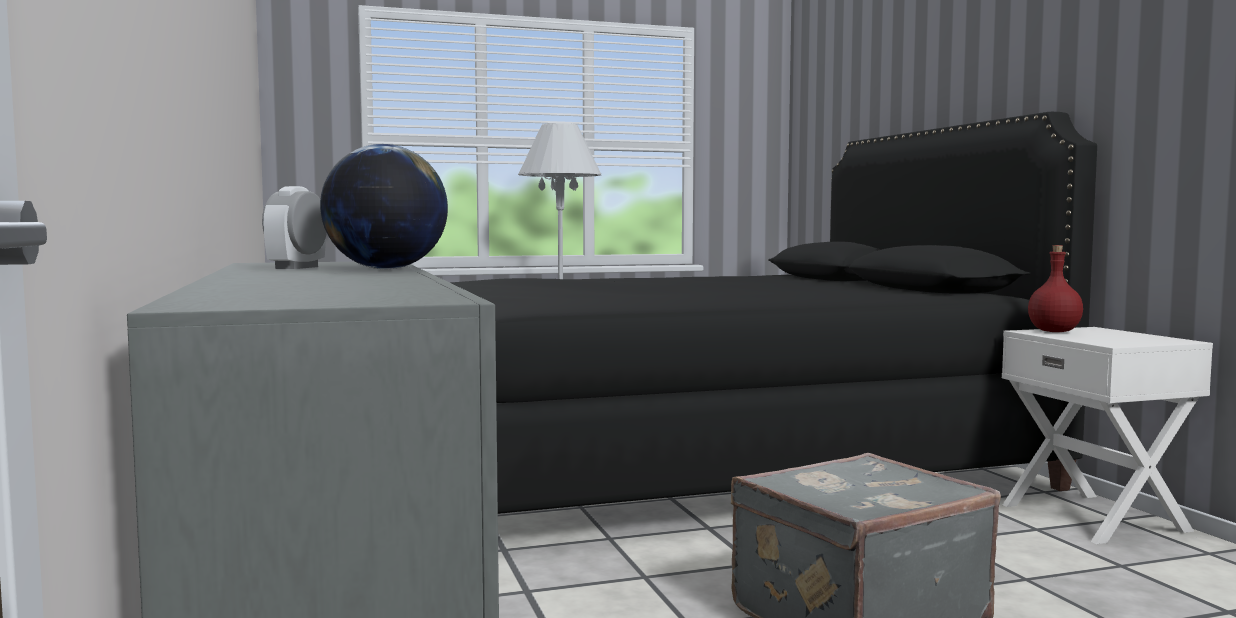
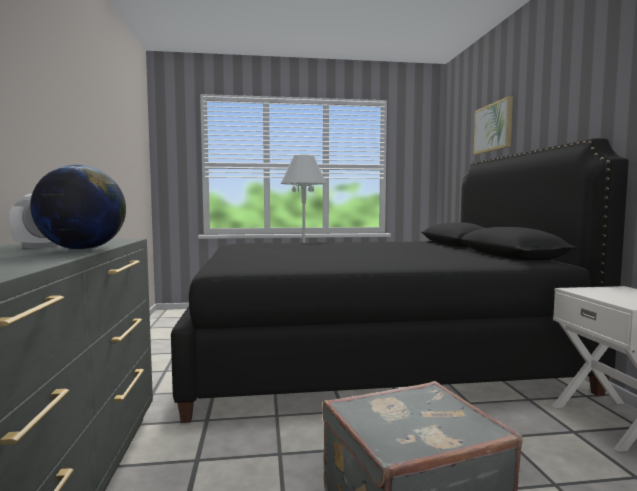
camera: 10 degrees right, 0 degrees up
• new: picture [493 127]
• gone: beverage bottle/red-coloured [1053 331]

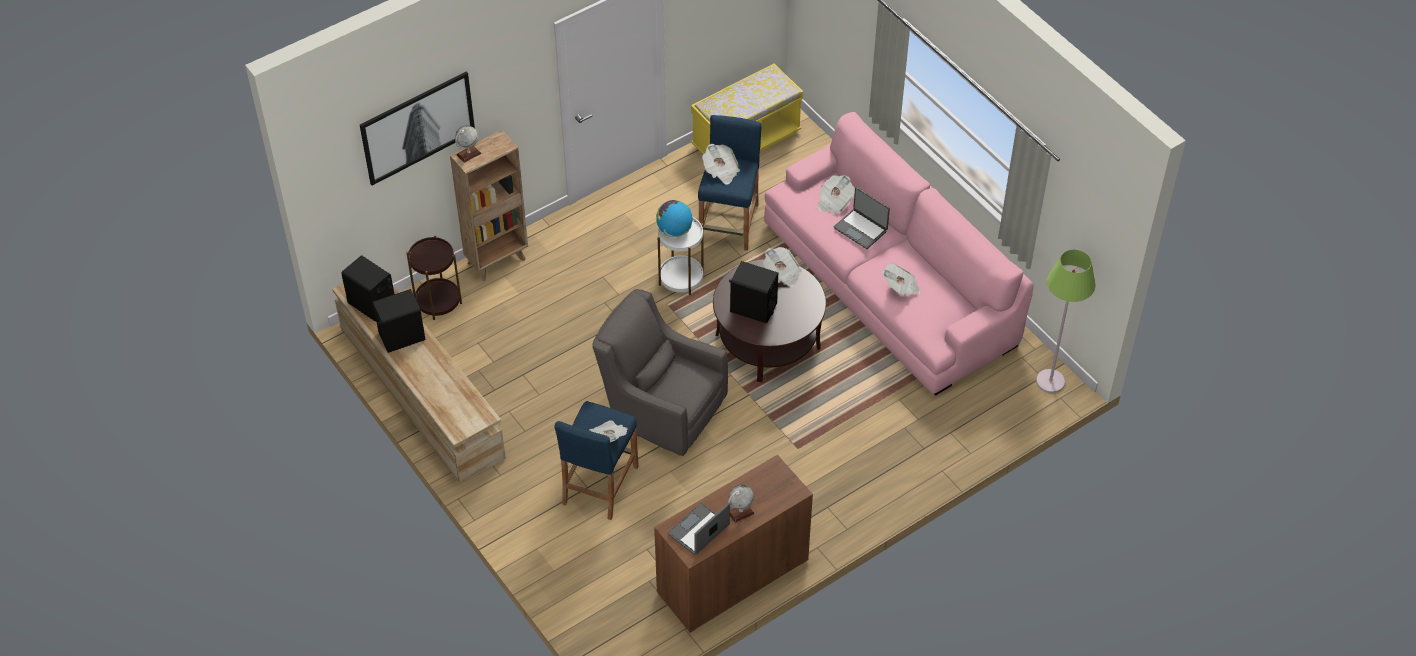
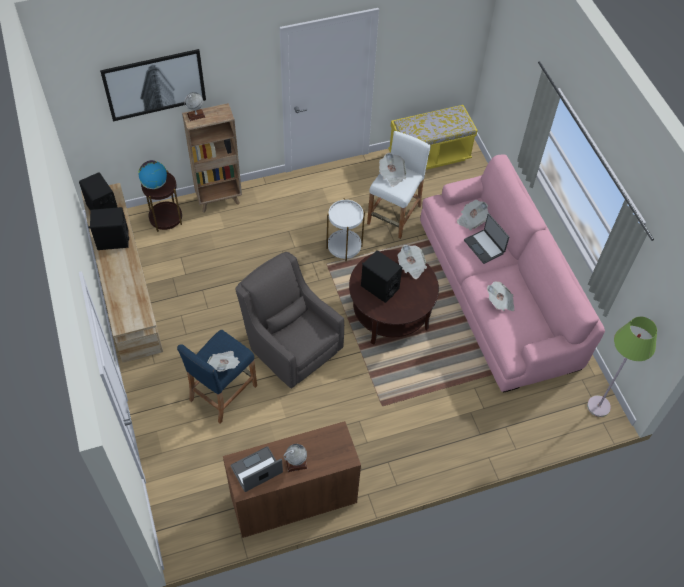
camera: 15 degrees right, 5 degrees up
• shifted: desk globe [674 230] to [154 184]
• repainted: stool seat/blue [729 223] to stool seat/whitish [394 215]

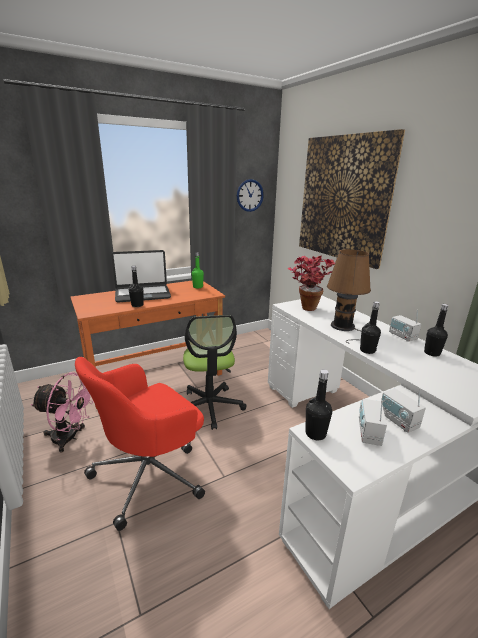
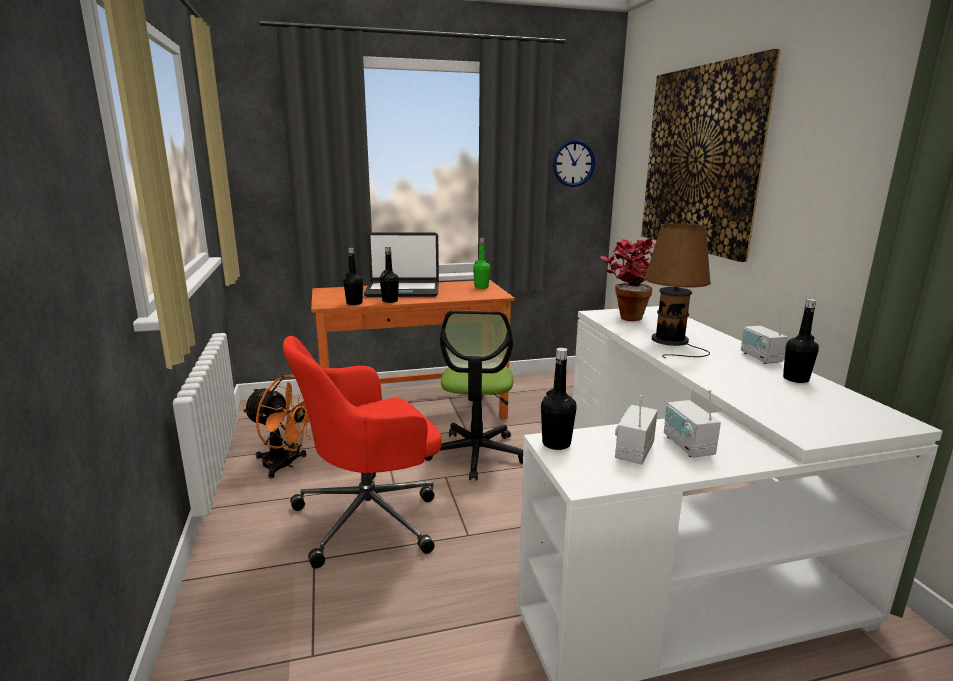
camera: 15 degrees right, 5 degrees down
• repainted: fan/pinkish [70 438] to fan/orange [285 465]
• shifted: beverage bottle/black-coloured [367 350] to [354 303]

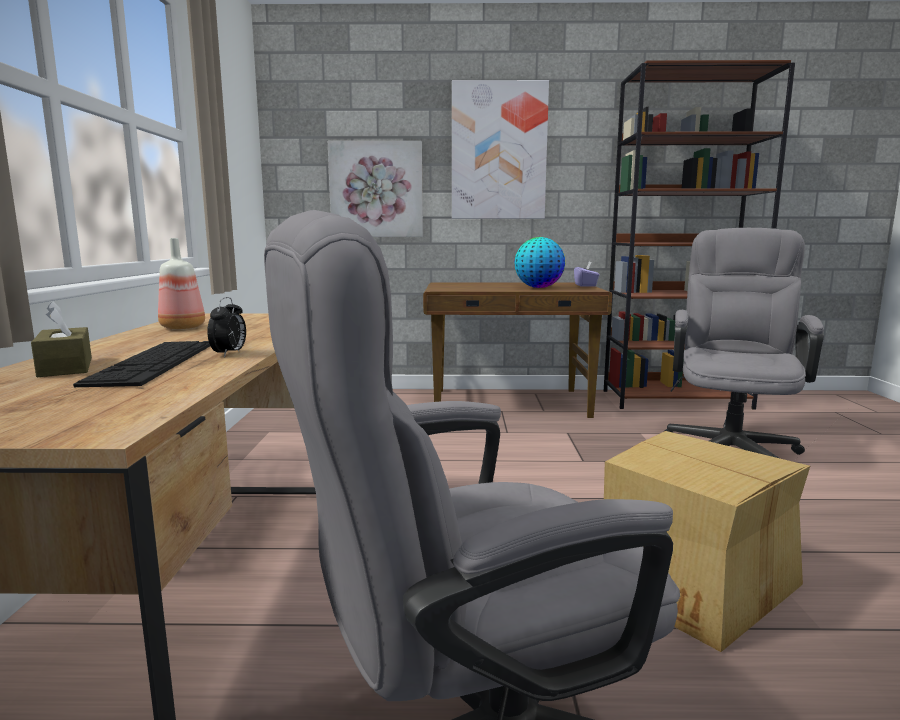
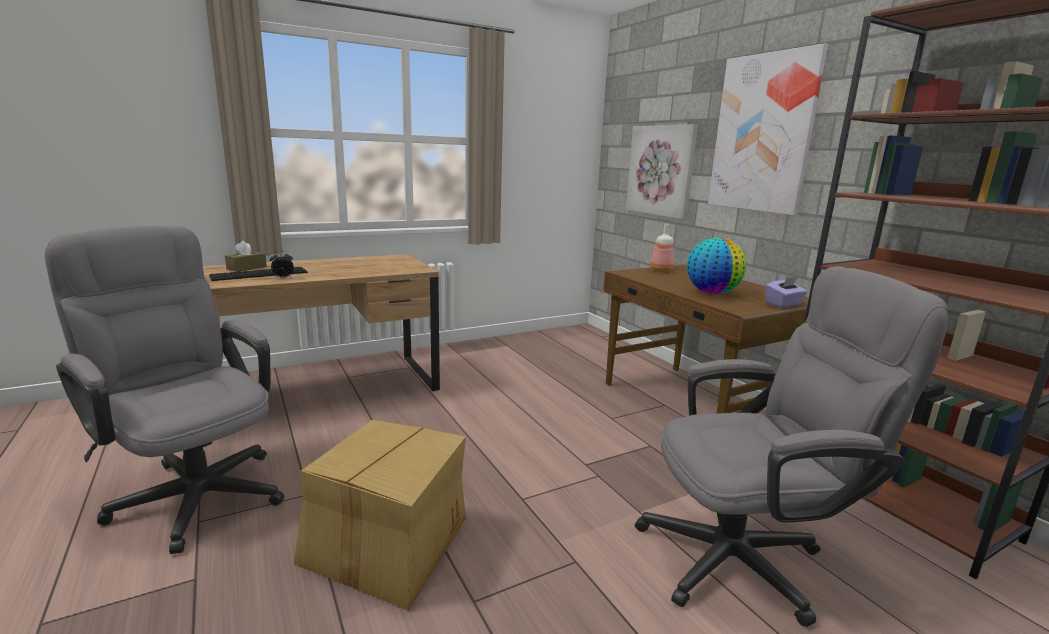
camera: 60 degrees right, 5 degrees up
• shifted: beverage bottle [183 327] to [662 270]

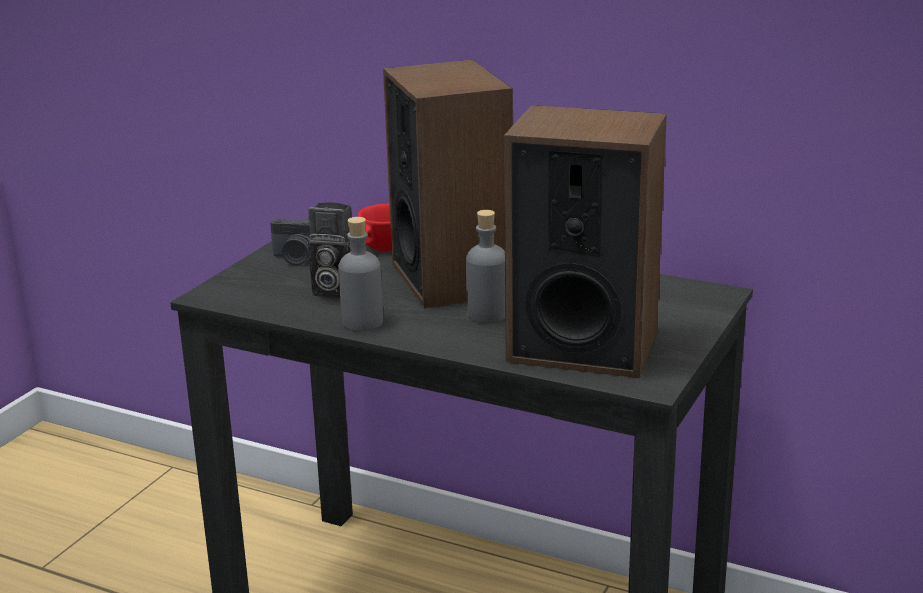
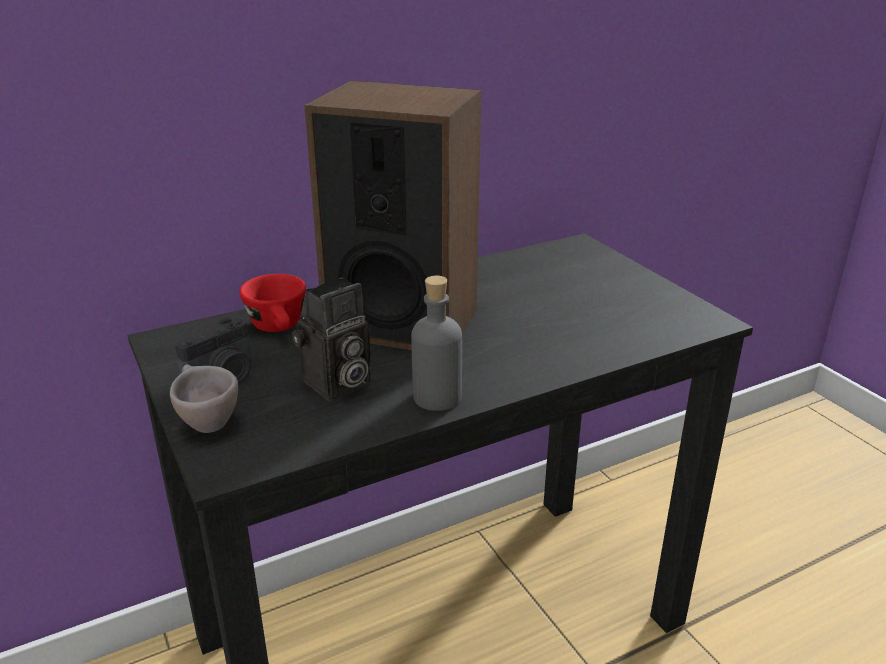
camera: 55 degrees left, 5 degrees up
• new: drinking cup/sand-coloured [205 422]
• gone: beverage bottle/greyish [487 315]
• gone: speaker [582 346]

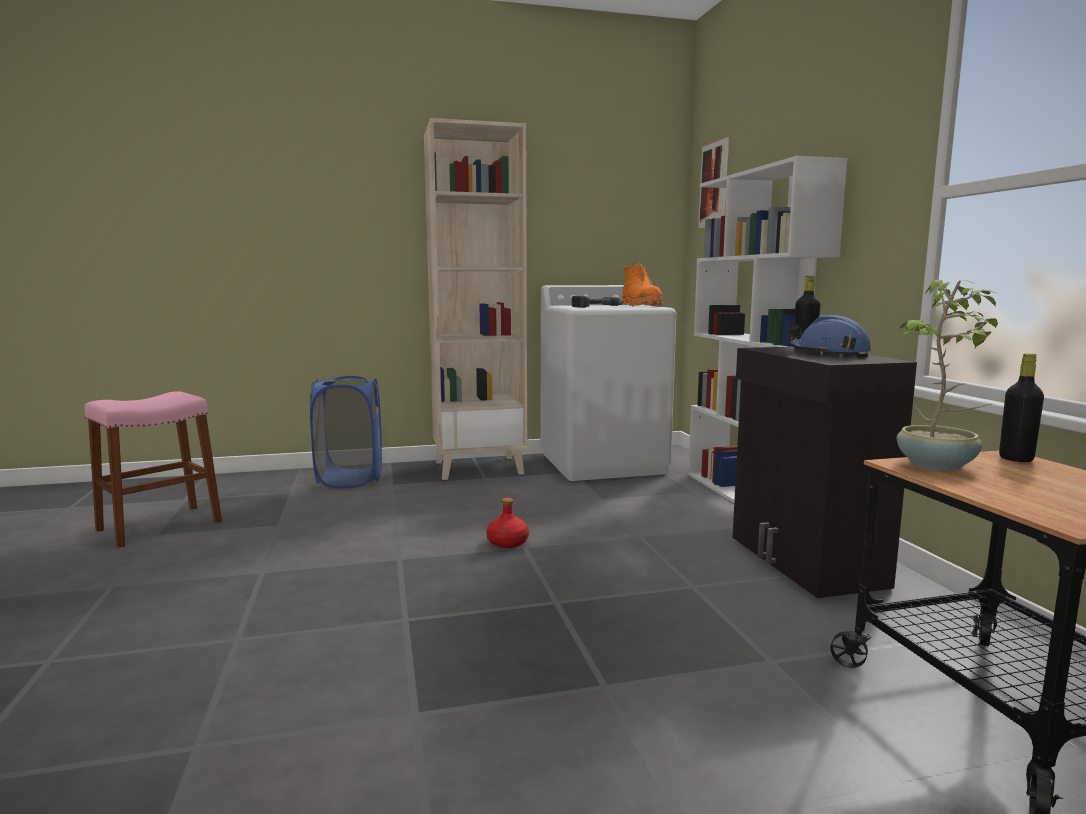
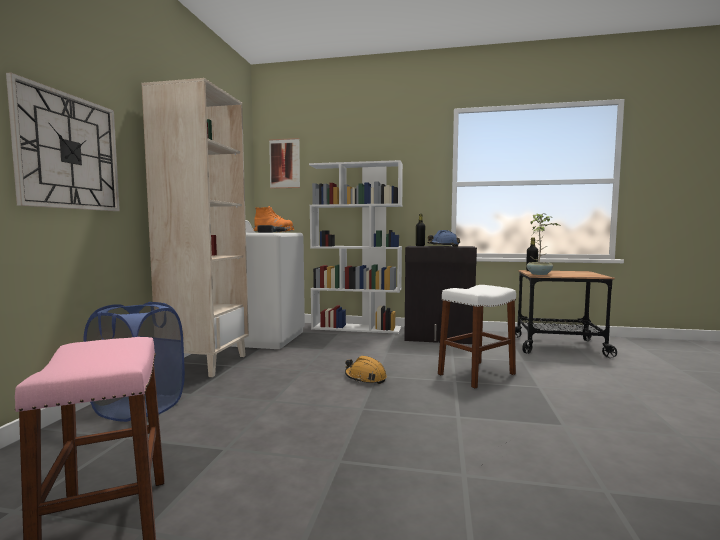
camera: 65 degrees left, 5 degrees down
• new: clock on the wall [69 152]
• swapped: beverage bottle/red-coloured [507 543] to hard hat/orange [365 378]
• new: stool seat/whitish [476 374]

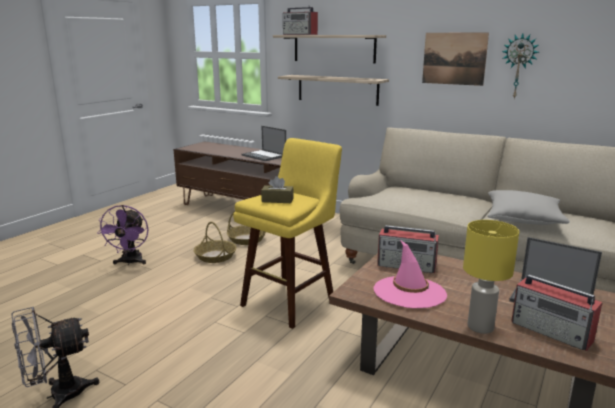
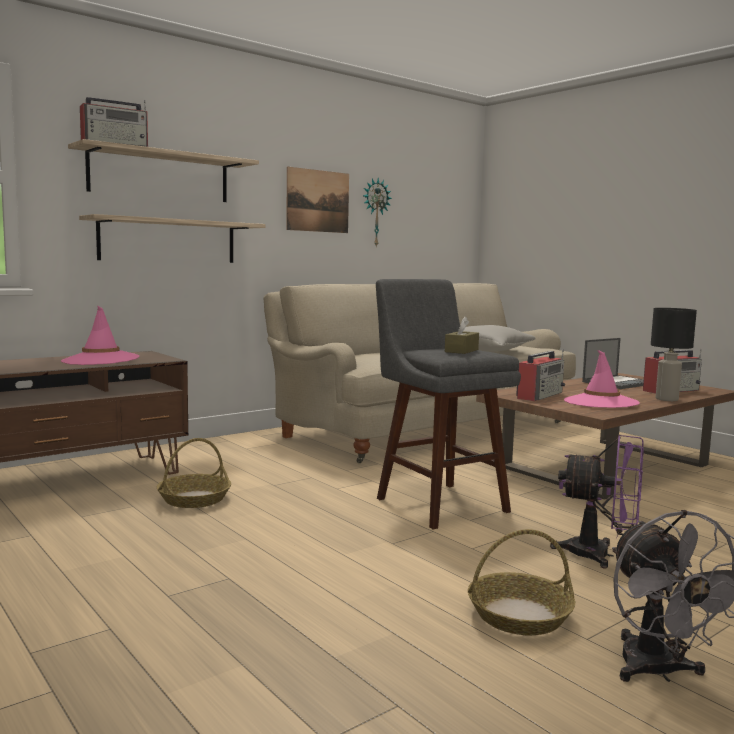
camera: 70 degrees left, 10 degrees down
• swapped: laptop [264 156] to hat/pinkish [101 360]
• repainted: stool seat/yellow [291 300] to stool seat/greyish [438 503]
• shifted: household basket [215 256] to [519 615]
• shifted: fan/purplish [130 262] to [600 555]
• repainted: tabletop lamp/yellow [479 327] to tabletop lamp/black-coloured [667 399]

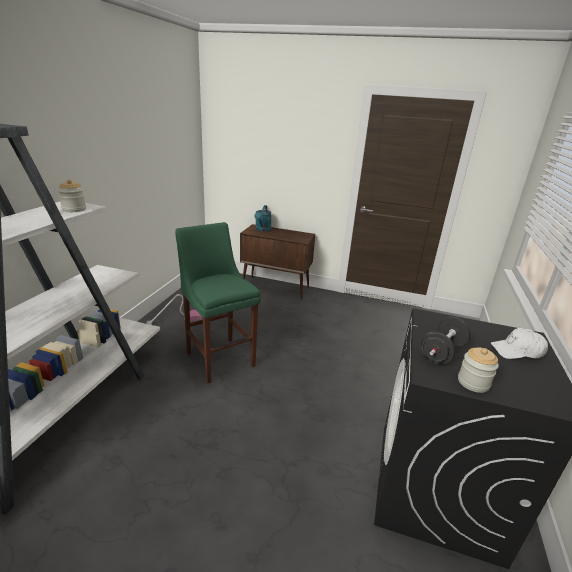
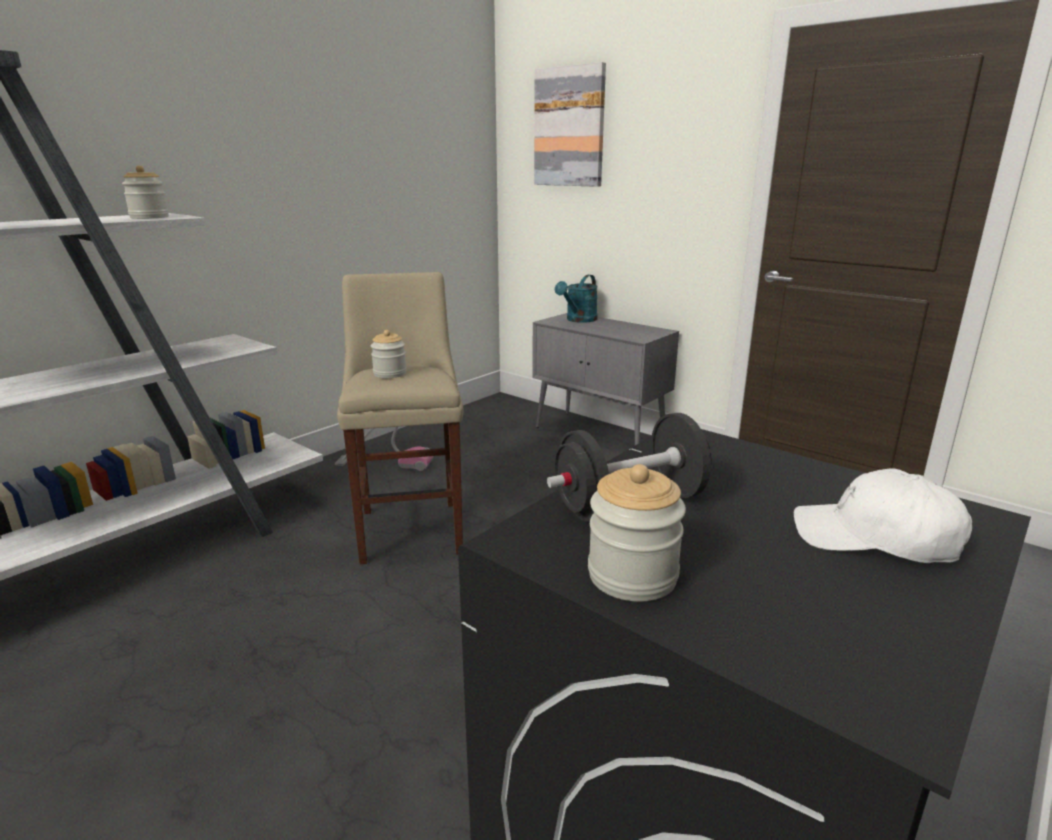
camera: 25 degrees right, 5 degrees down
• repainted: stool seat/green-coloured [219 357] to stool seat/sand-coloured [411 527]
• new: jar [390 374]
• repainted: cupboard/brownish [276 287] to cupboard/greyish [600 434]
• new: picture [569 127]

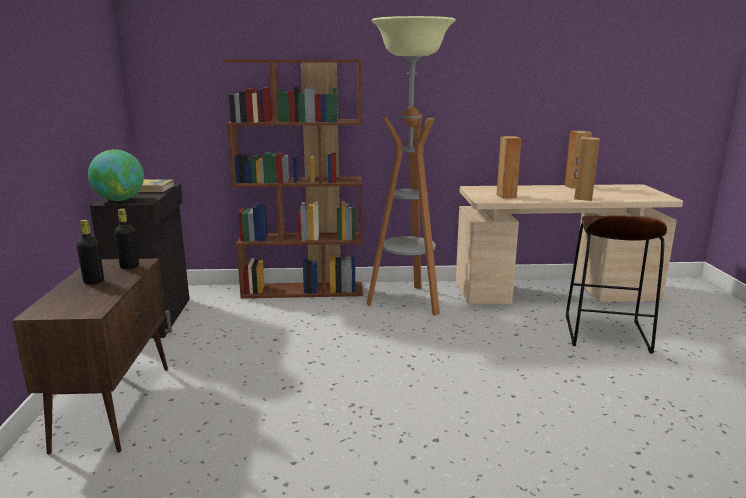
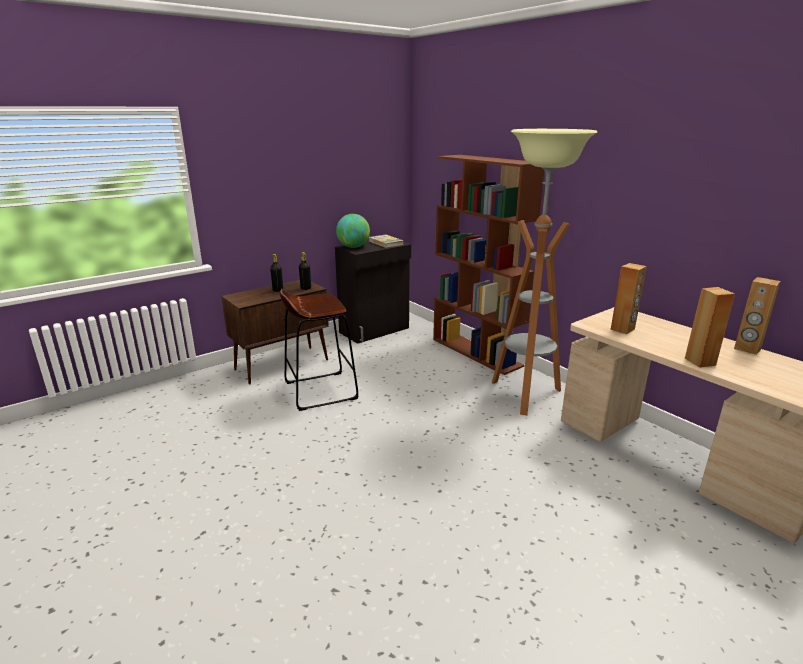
camera: 55 degrees right, 5 degrees up
• shifted: stool seat/brownish [605 333] to [320 390]

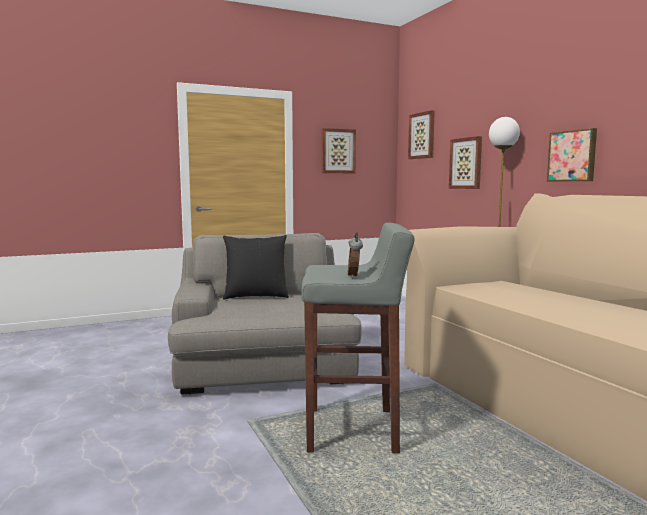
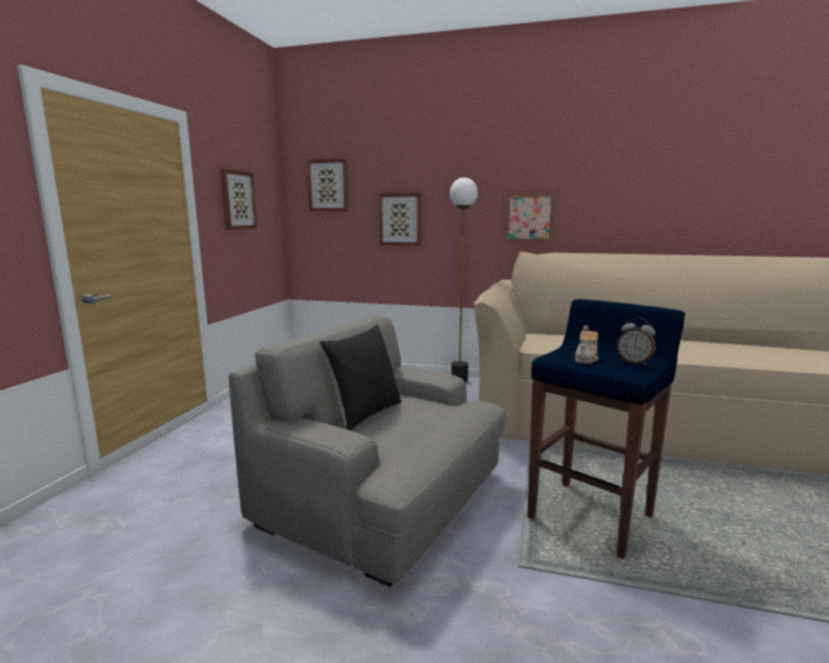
camera: 50 degrees left, 5 degrees up
• repainted: stool seat/greyish [353 430] to stool seat/blue [591 516]
• new: tea pot [586 359]

